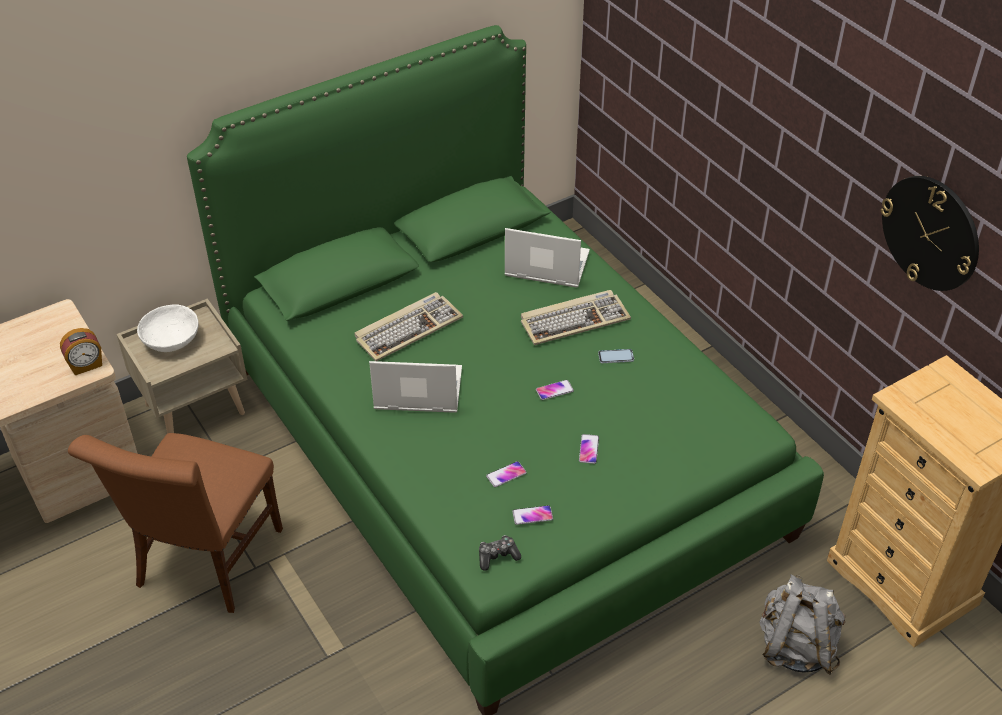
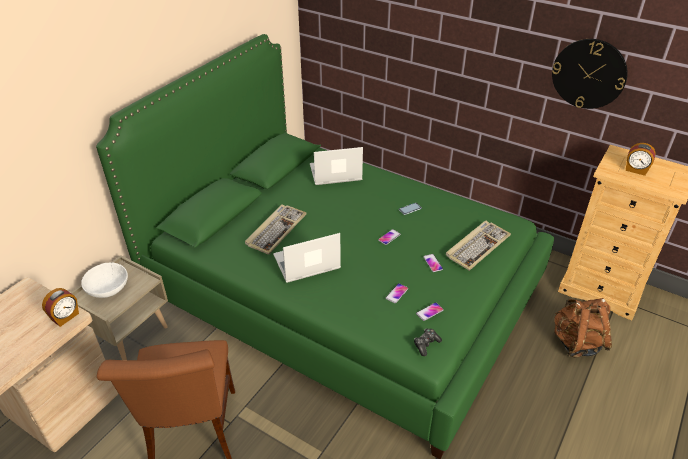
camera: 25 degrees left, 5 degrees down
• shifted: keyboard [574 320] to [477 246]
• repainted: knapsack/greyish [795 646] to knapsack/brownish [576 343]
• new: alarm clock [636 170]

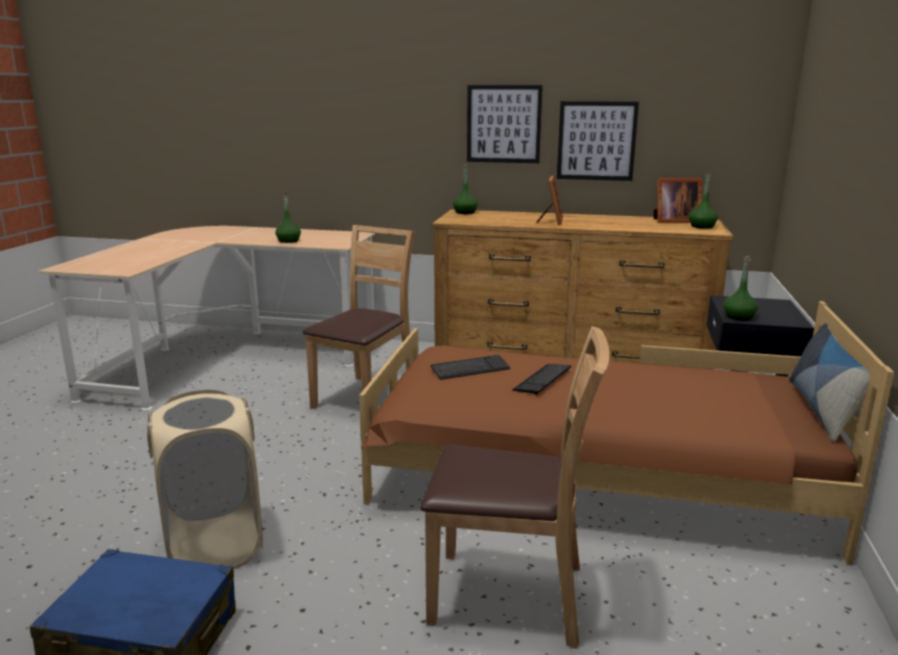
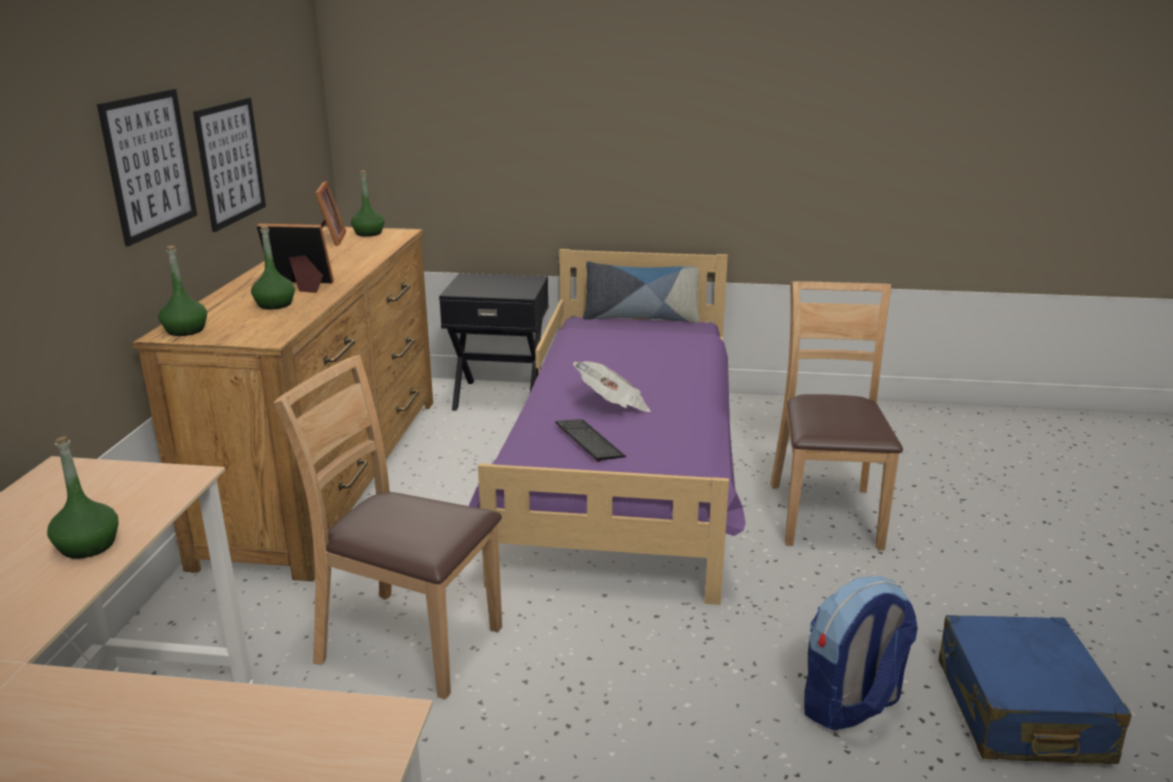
camera: 95 degrees left, 5 degrees up
• shifted: beverage bottle/green-coloured [739 317] to [275 305]
• repainted: bedroom bed/brownish [591 478] to bedroom bed/purplish [626 473]
• swapped: keyboard [542 380] to daily paper [613 405]
• swapped: laundry basket/sand-coloured [214 545] to knapsack [851 706]

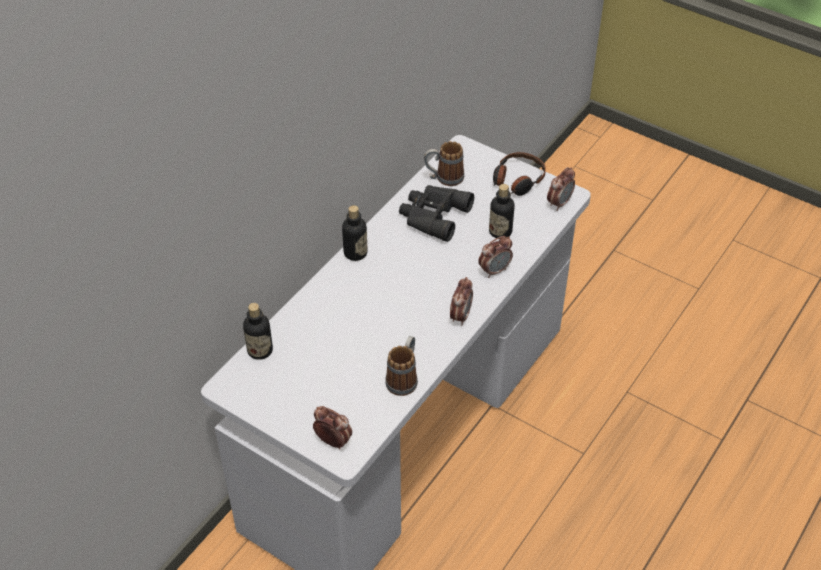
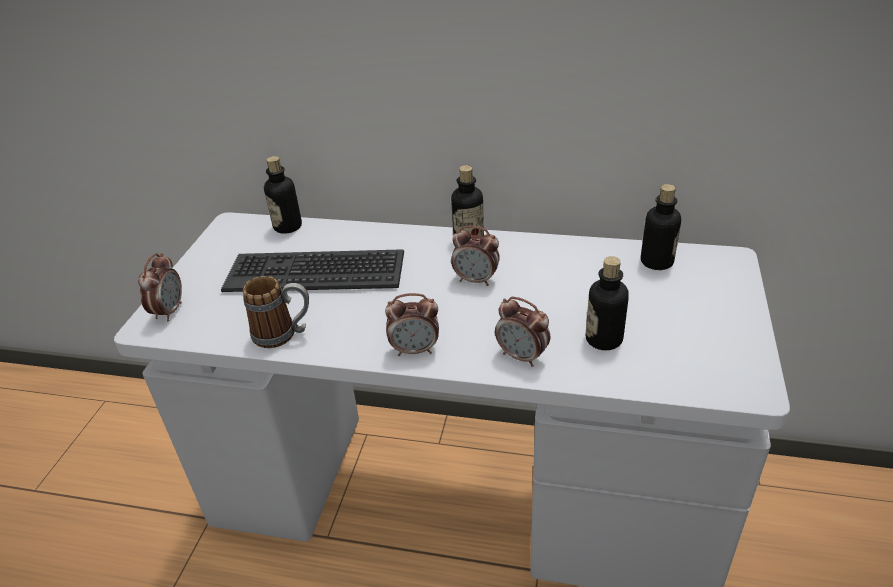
camera: 70 degrees right, 10 degrees down
• new: keyboard [316 271]
• shifted: alarm clock [559 203] to [476 280]
• swapped: tea mug [444 178] to beverage bottle [656 262]
• gone: binoculars/black-coloured [432 215]
• gone: headset [517 180]

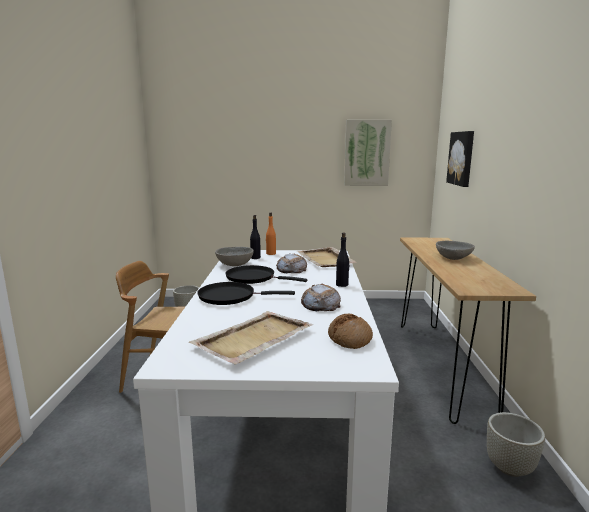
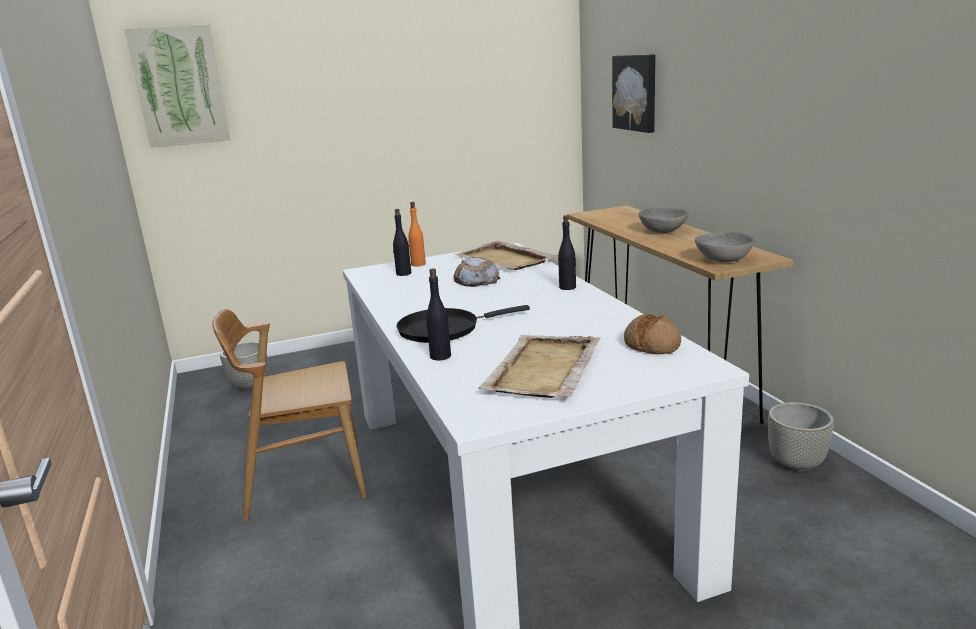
camera: 20 degrees left, 5 degrees up
• shifted: picture [367 153] to [180 86]
• new: beverage bottle/black-coloured [440 356]
• shifted: bowl/greyish [235 264] to [723 260]
• gone: skillet/black-coloured [254 278]
• gone: bakery bread [320 304]

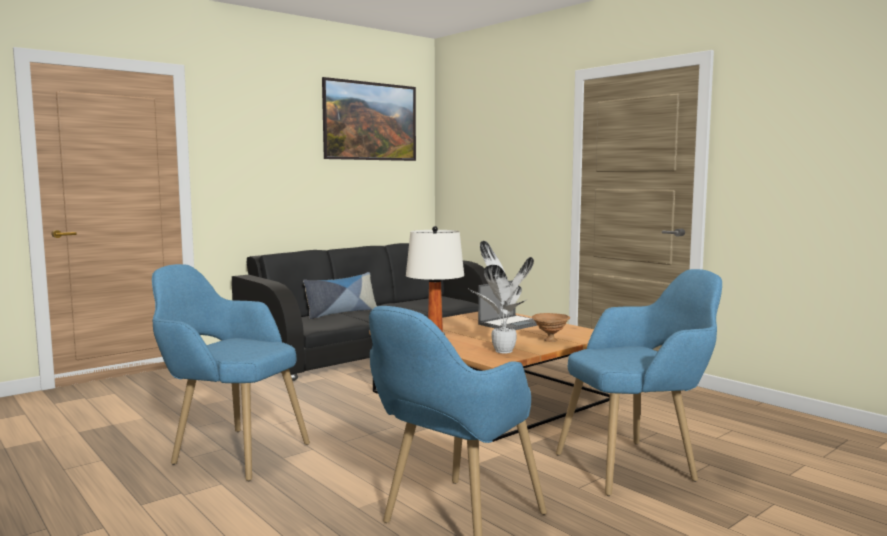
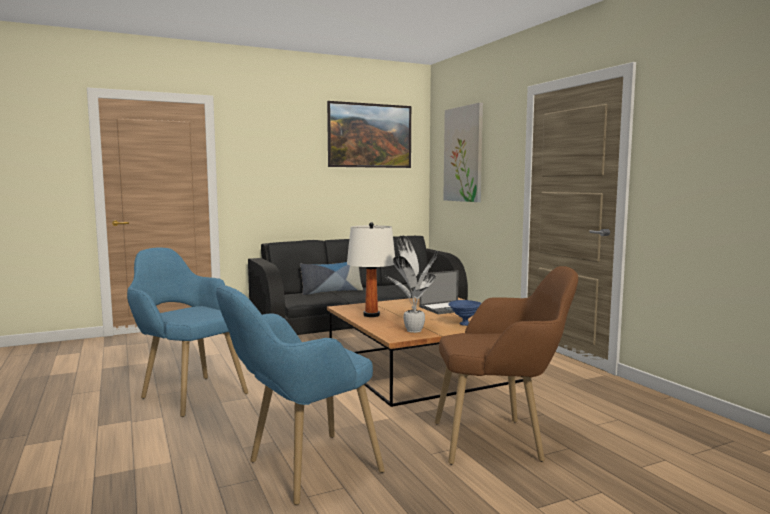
camera: 15 degrees right, 0 degrees up
• repainted: easy chair/blue [639 465] to easy chair/brownish [502 441]
• new: picture [463 154]
• repainted: bowl/brownish [550 341] to bowl/blue [465 324]

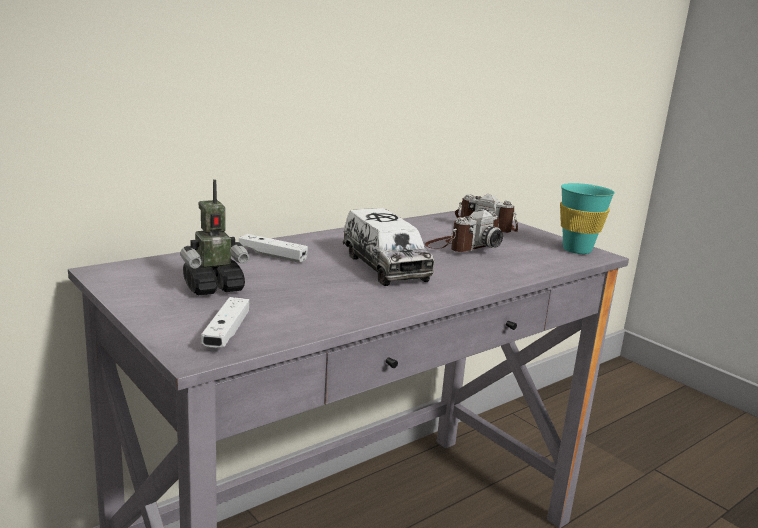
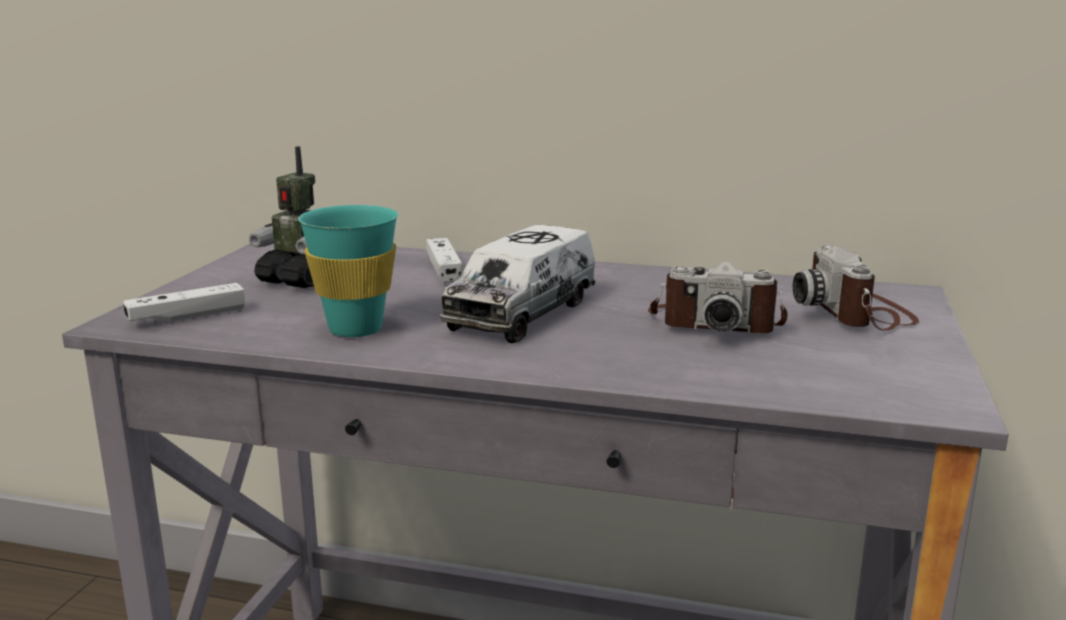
camera: 55 degrees right, 0 degrees up
• shifted: drinking cup/turquoise-coloured [577 250] to [355 329]

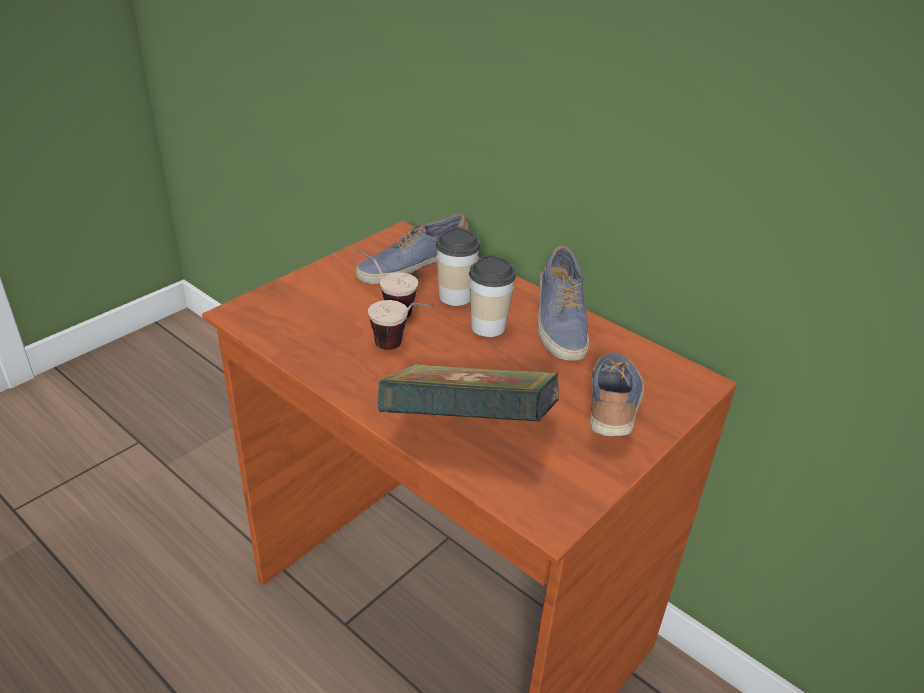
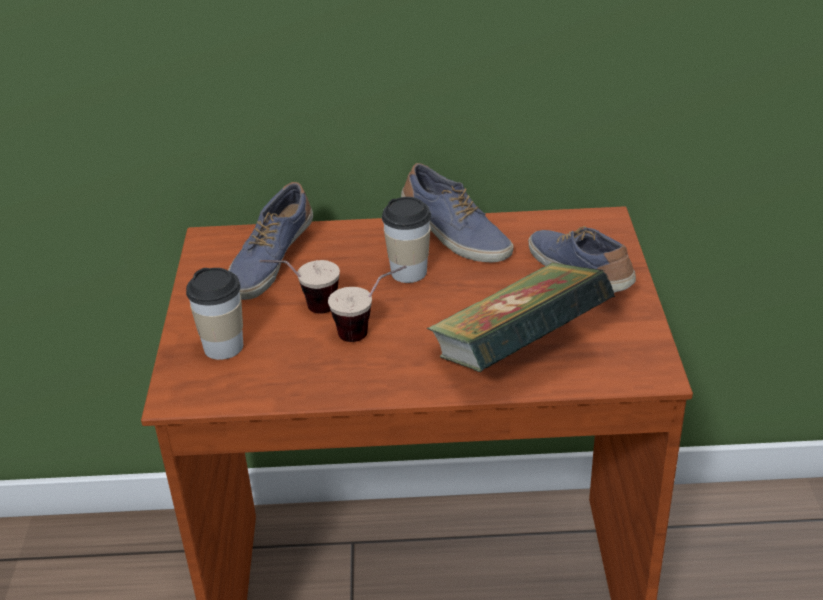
camera: 40 degrees left, 0 degrees up
• shifted: drinking cup [455 297] to [223 347]

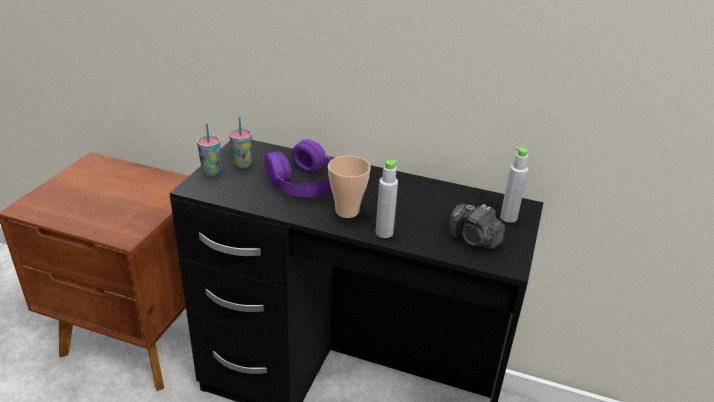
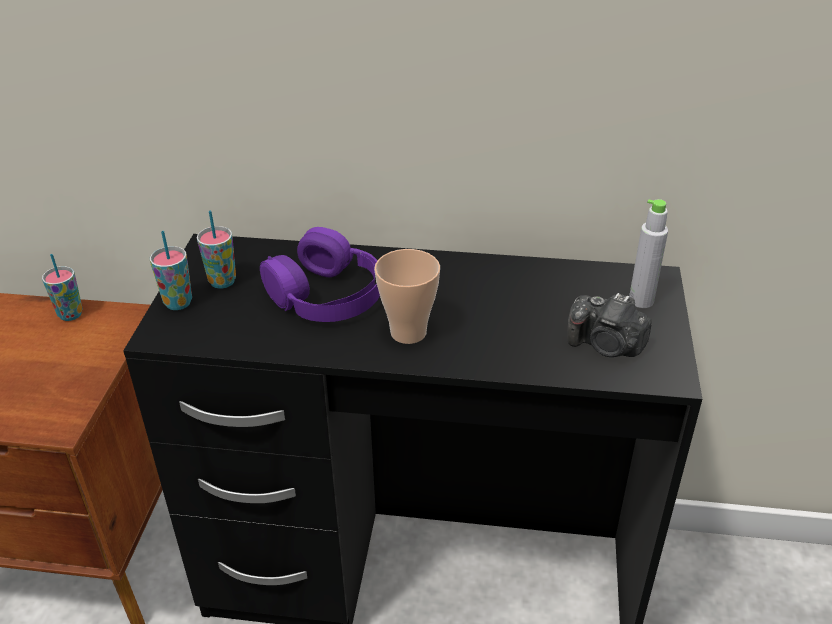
camera: 10 degrees left, 5 degrees up
• new: drinking cup [70 314]
• gone: beverage bottle/greyish [384 233]

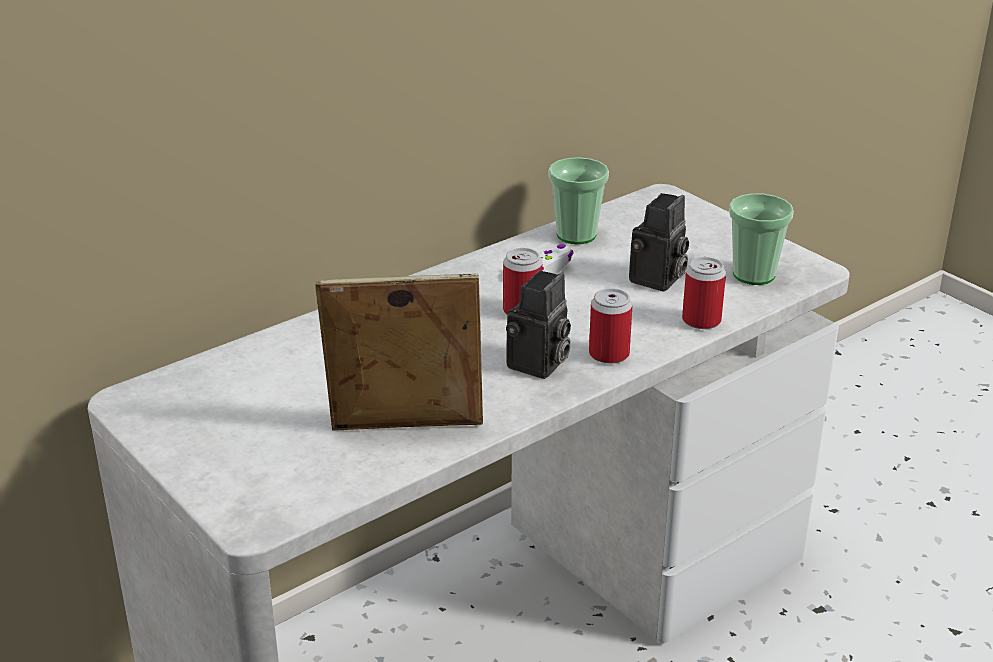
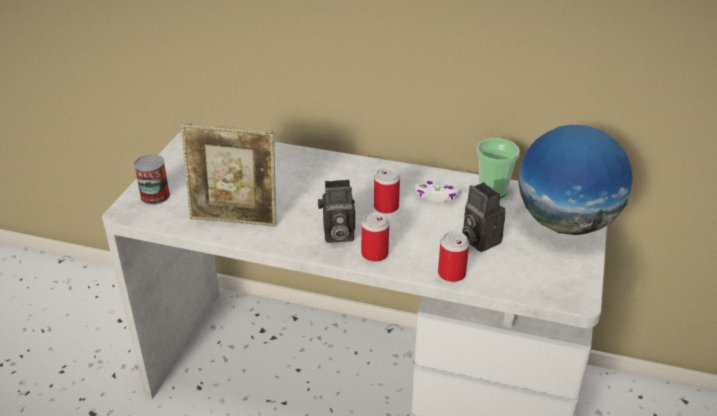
camera: 55 degrees right, 5 degrees up
• new: sealed can [155 196]
• rotated: photo frame [405 431] = [235 219] 135 degrees clockwise
• rotated: still camera [657 280] = [478 240] 60 degrees clockwise
• new: desk globe [566 223]
• gone: drinking cup [753 275]

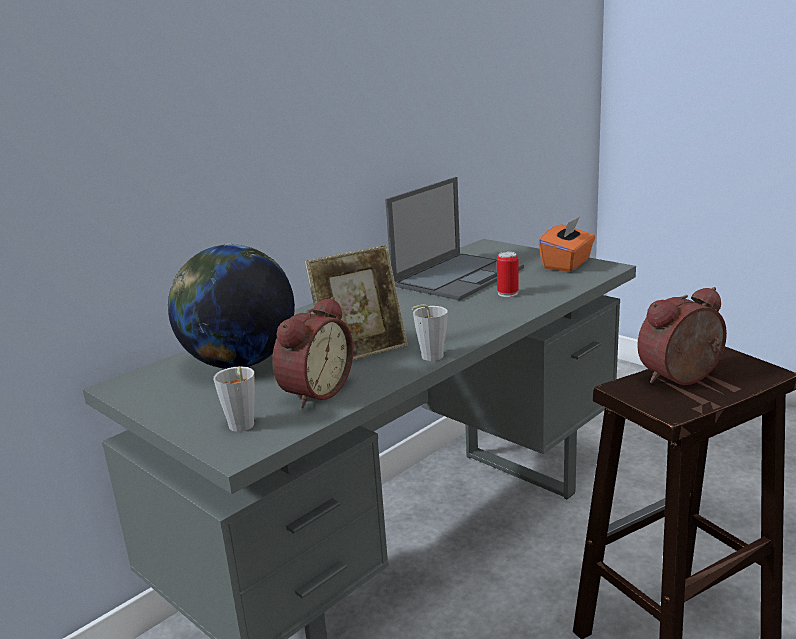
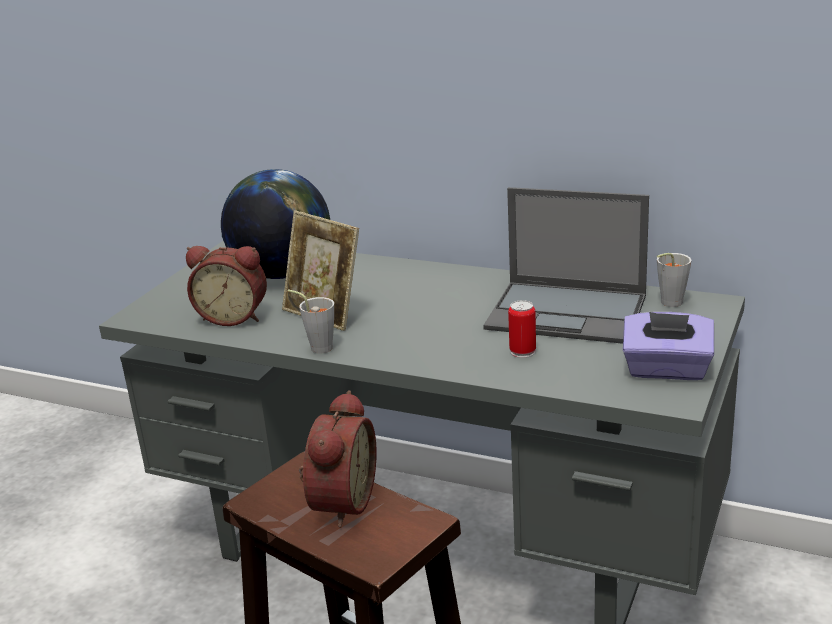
camera: 70 degrees right, 5 degrees up
• rotated: alarm clock [683 379] = [339 502] 60 degrees clockwise
• repainted: box of tissues/orange [567 264] to box of tissues/purplish [666 370]
• shifted: drinking cup/greyish [241 428] to [668 303]

